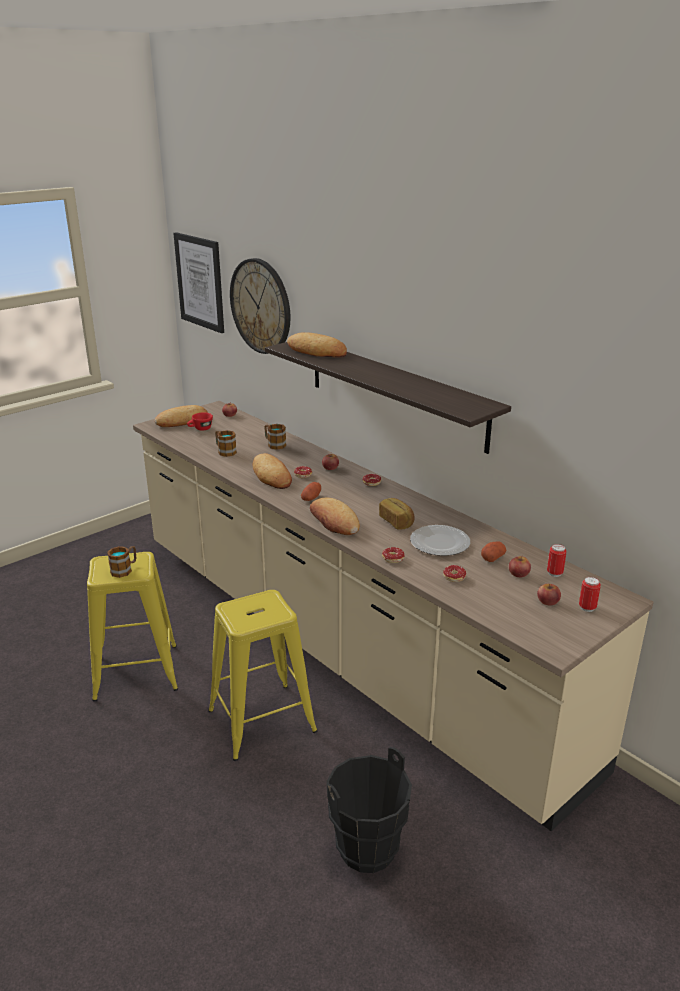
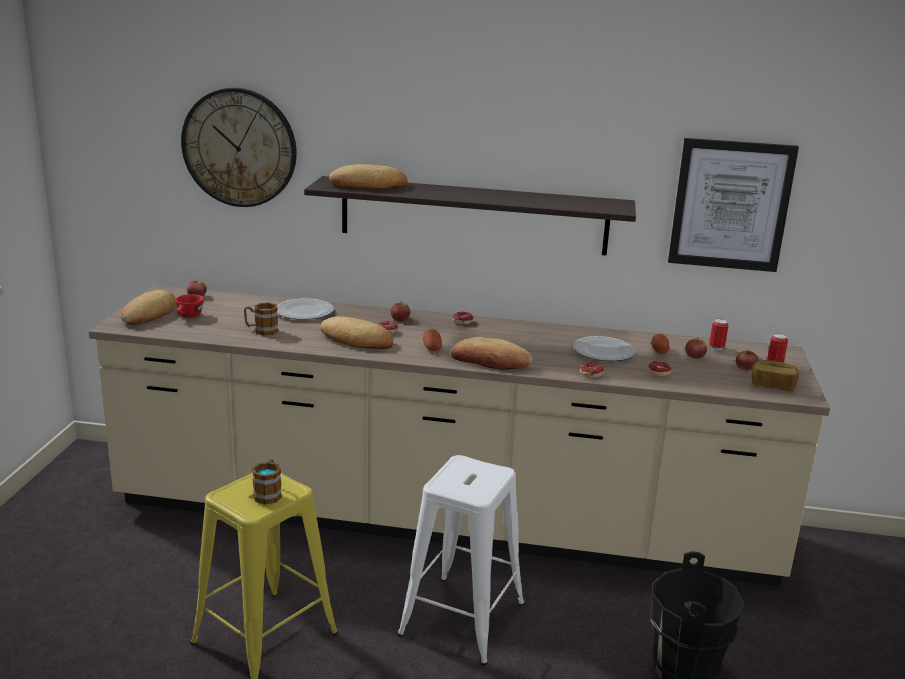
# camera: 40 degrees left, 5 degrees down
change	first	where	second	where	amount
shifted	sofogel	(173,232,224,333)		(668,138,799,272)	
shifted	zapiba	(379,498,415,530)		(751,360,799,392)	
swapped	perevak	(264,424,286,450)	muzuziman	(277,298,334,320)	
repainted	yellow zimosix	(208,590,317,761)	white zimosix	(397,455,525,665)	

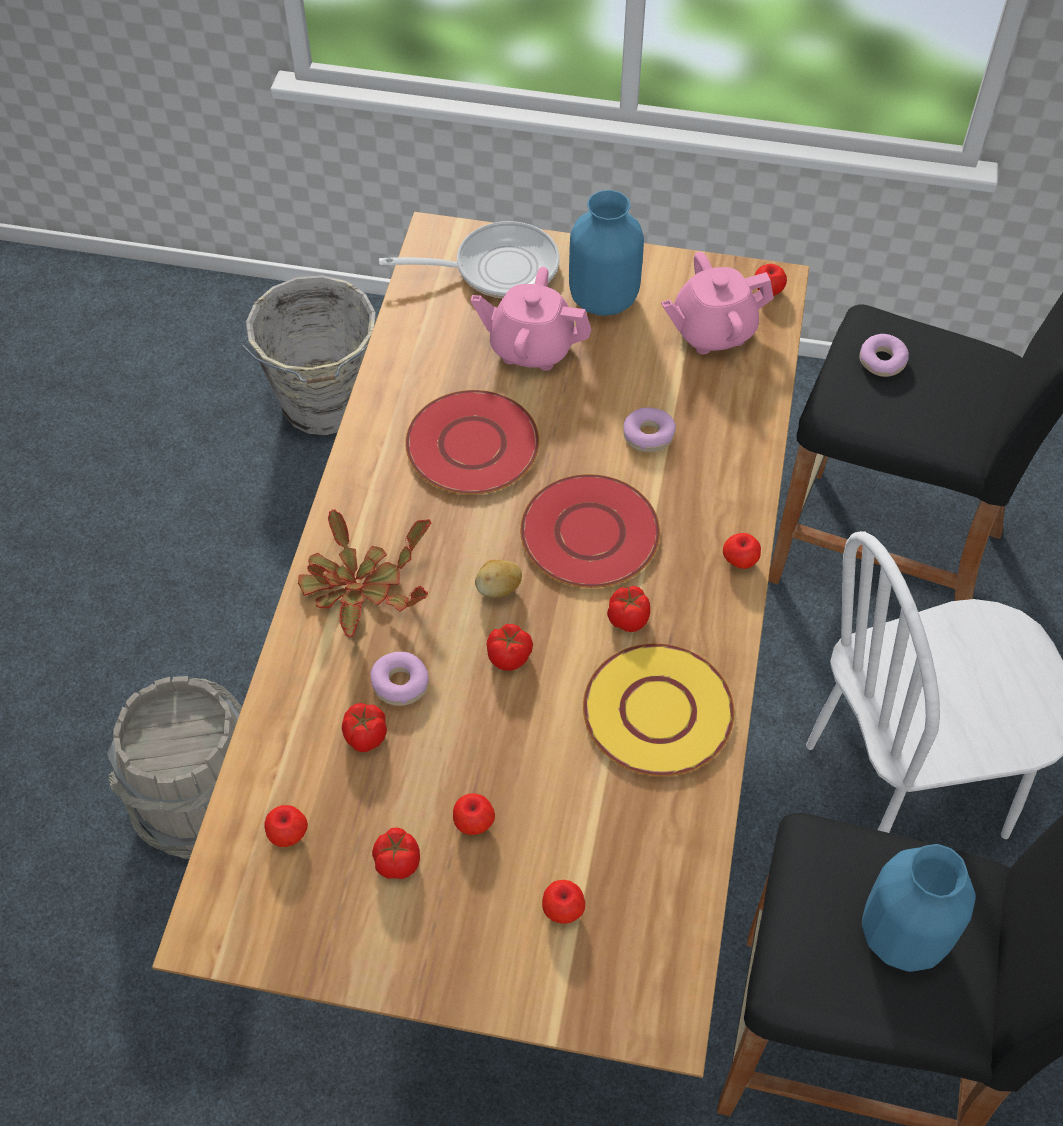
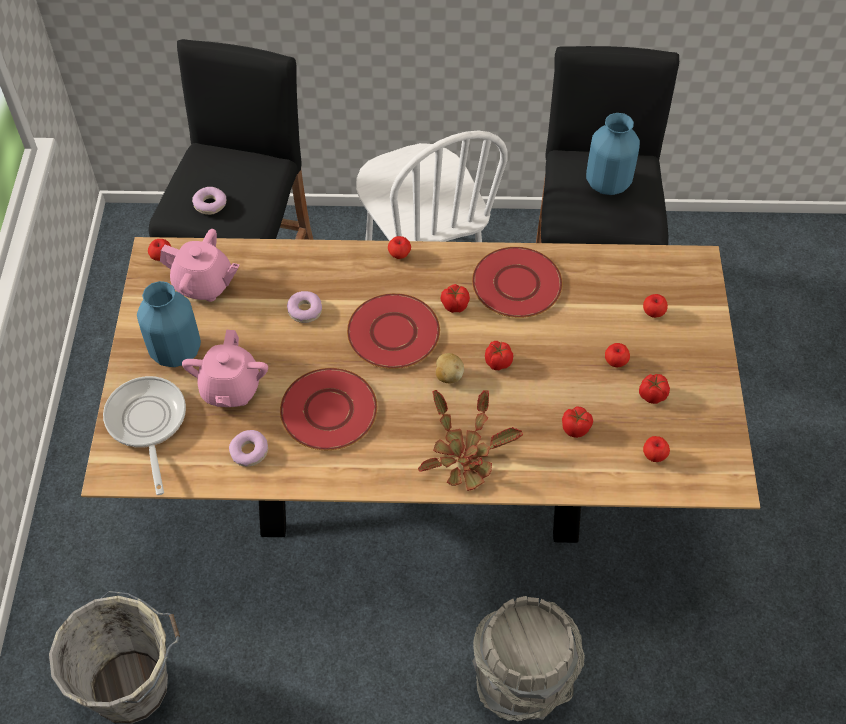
# camera: 100 degrees left, 0 degrees up
change	first	where	second	where	amount
shifted	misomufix	(370,652,429,706)		(229,430,268,467)	
repainted	yellow muzuziman	(583,643,734,776)	red muzuziman	(472,247,563,318)	
rotated	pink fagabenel	(661,252,774,354)		(160,229,239,302)	45 degrees counterclockwise

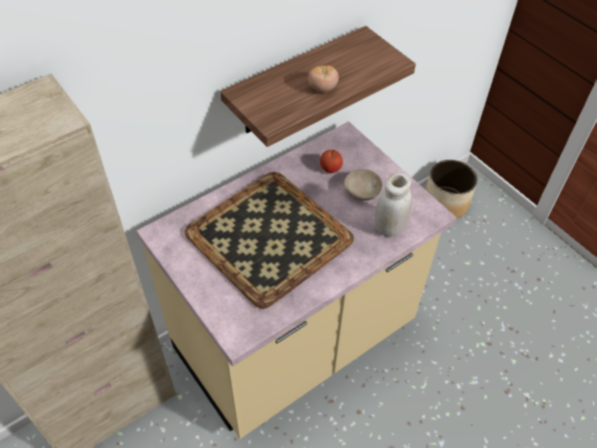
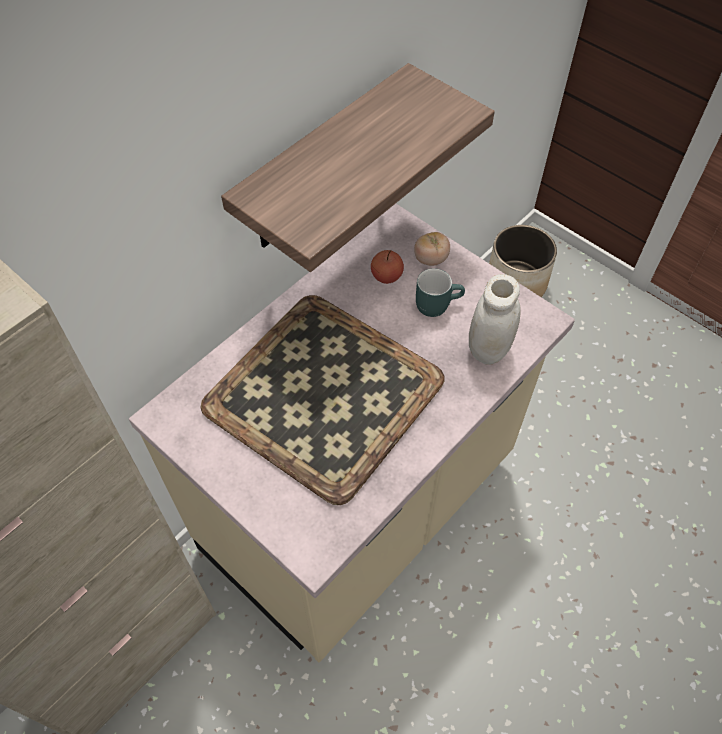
# camera: 10 degrees left, 5 degrees up
change	first	where	second	where	amount
shifted	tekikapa	(308,65,339,92)		(414,232,450,266)	
swapped	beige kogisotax	(344,169,383,201)	turquoise perevak	(416,268,465,317)	

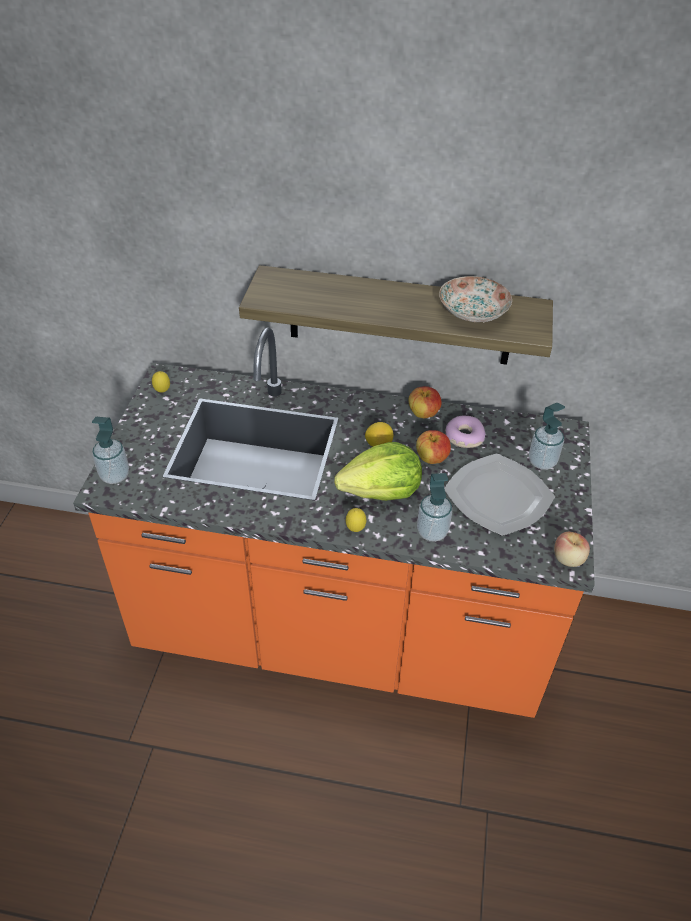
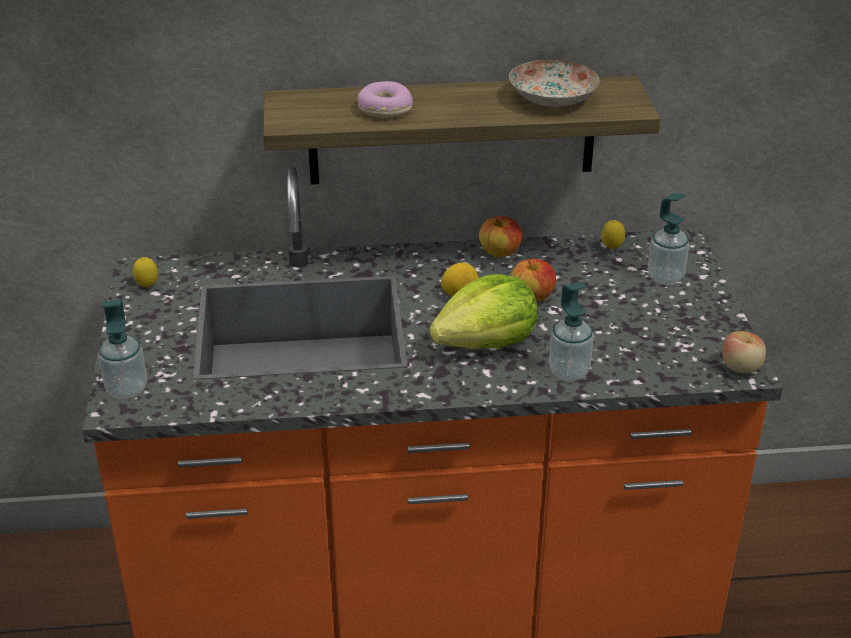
# camera: 15 degrees left, 10 degrees down
change	first	where	second	where	amount
gone	muzuziman	(444,453,555,536)			
shifted	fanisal	(346,508,366,532)		(601,220,625,249)	
shifted	misomufix	(445,416,485,448)		(357,81,413,118)	

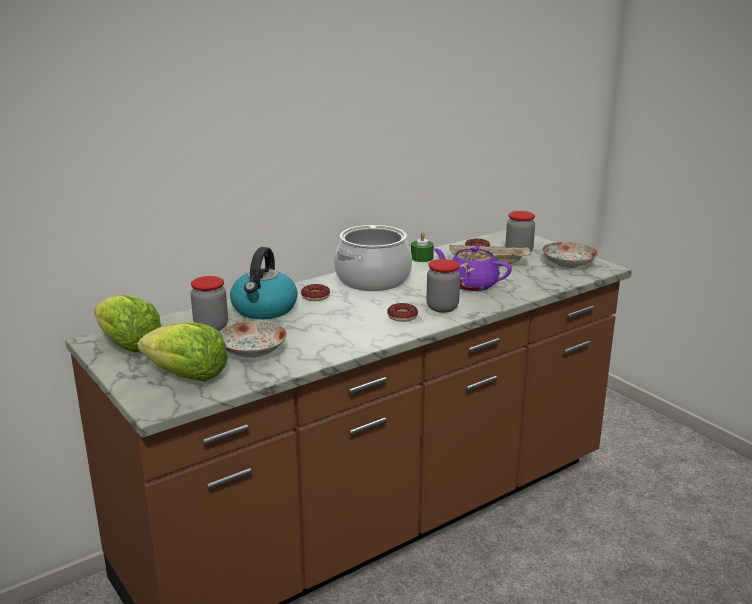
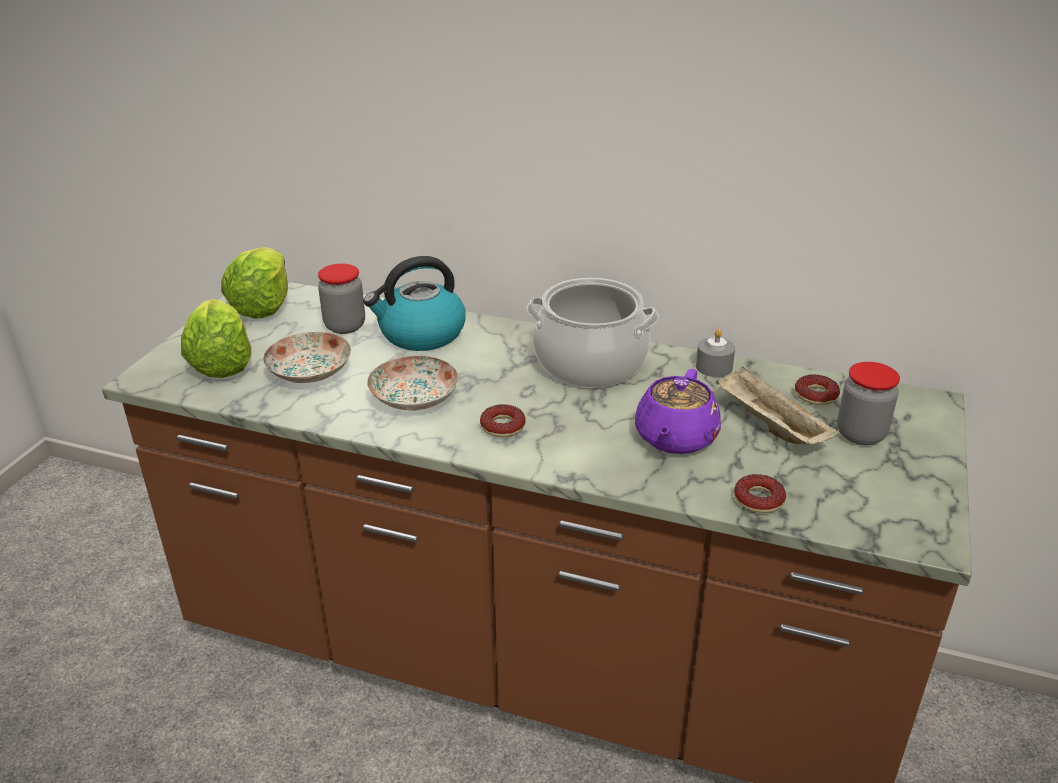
# camera: 55 degrees right, 10 degrees up
change	first	where	second	where	amount
gone	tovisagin	(427,259,460,313)			
shifted	misomufix	(301,284,330,301)		(734,474,786,513)	
shifted	muzuziman	(542,242,598,268)		(367,356,458,411)	
repainted	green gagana	(411,232,434,262)	grey gagana	(696,329,735,377)	
rotated	purple fagabenel	(433,246,512,291)		(635,369,721,454)	150 degrees counterclockwise

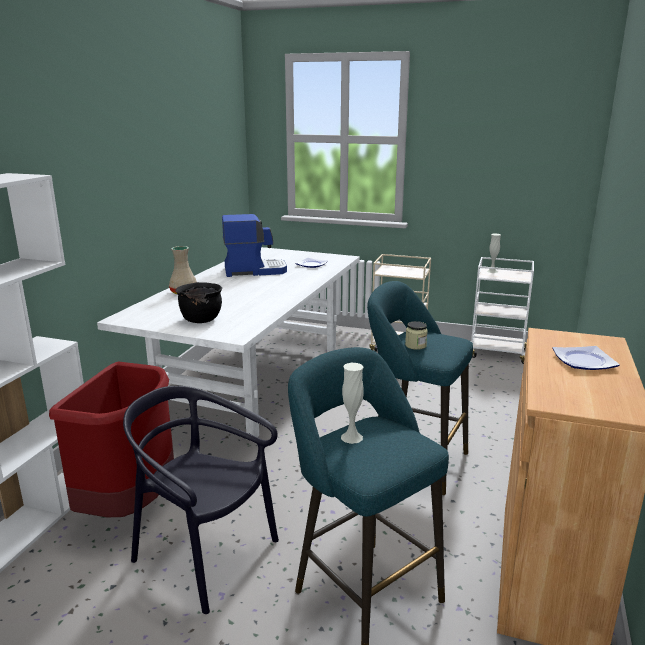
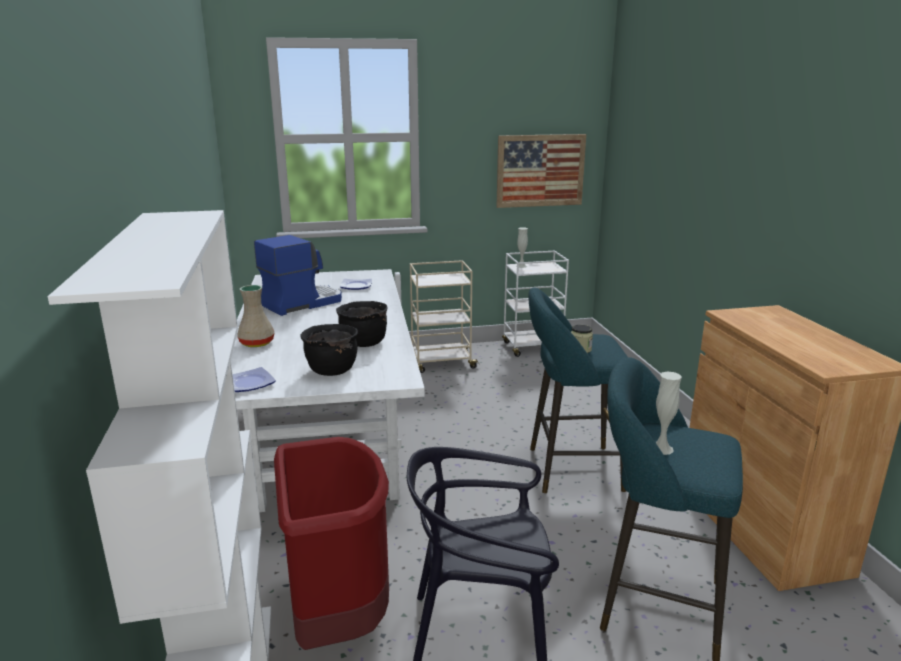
# camera: 30 degrees left, 0 degrees up
change	first	where	second	where	amount
new			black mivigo	(336,301,388,347)	
new			sofogel	(496,134,586,208)	
shifted	muzuziman	(552,346,620,370)		(232,367,276,392)	

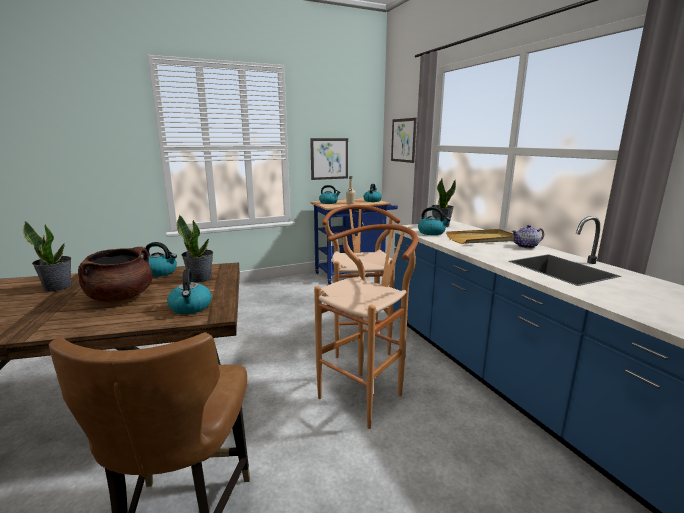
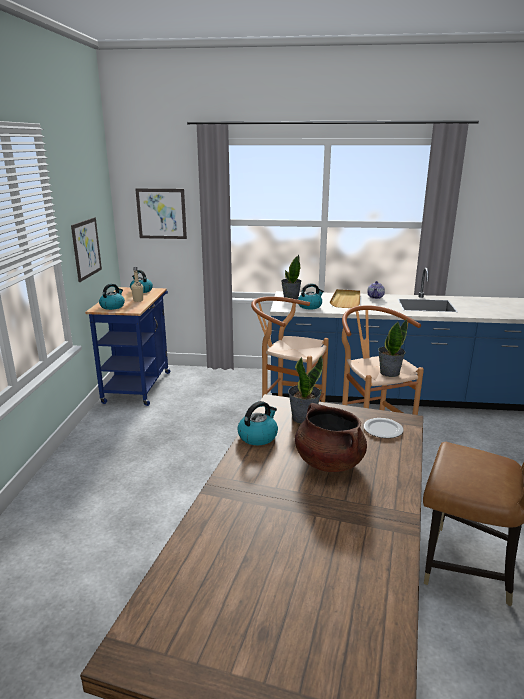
# camera: 60 degrees left, 5 degrees up
change	first	where	second	where	amount
shifted	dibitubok	(23,221,71,292)		(378,319,408,377)	
swapped	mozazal	(167,269,212,314)	muzuziman	(364,418,403,438)	

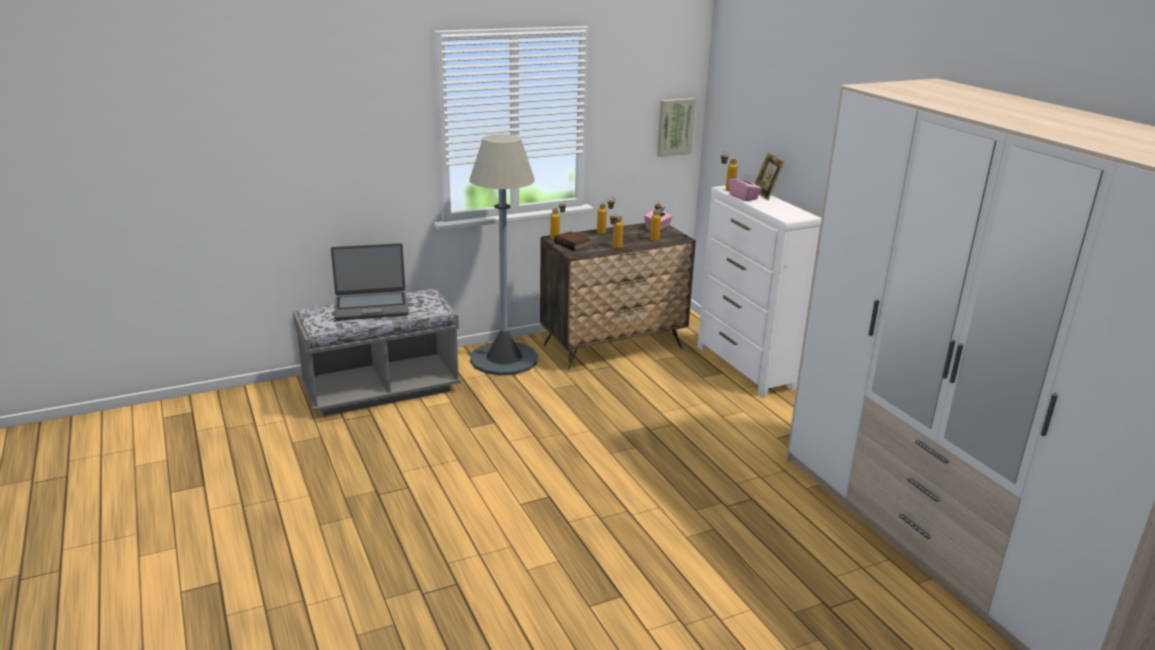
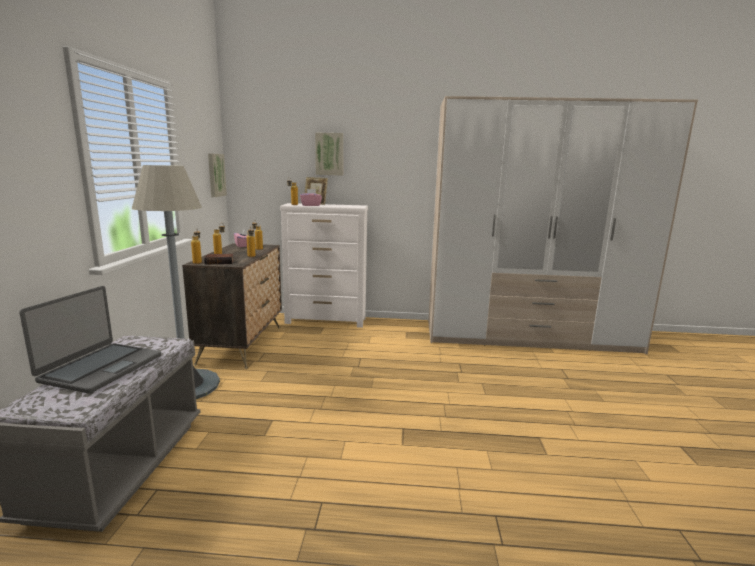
# camera: 60 degrees left, 10 degrees down
change	first	where	second	where	amount
new			sofogel	(315,132,343,175)	

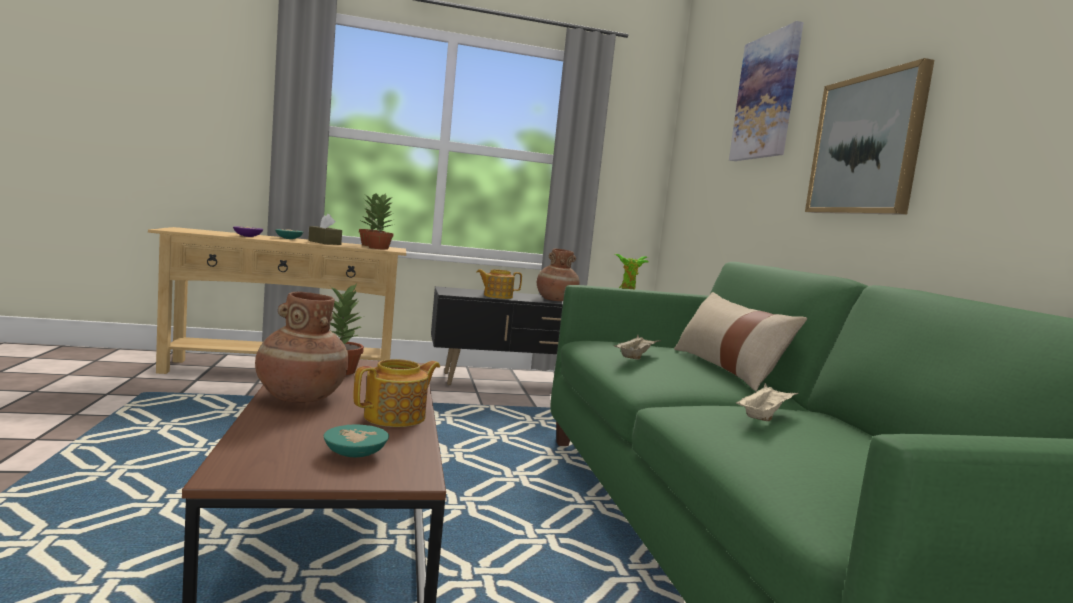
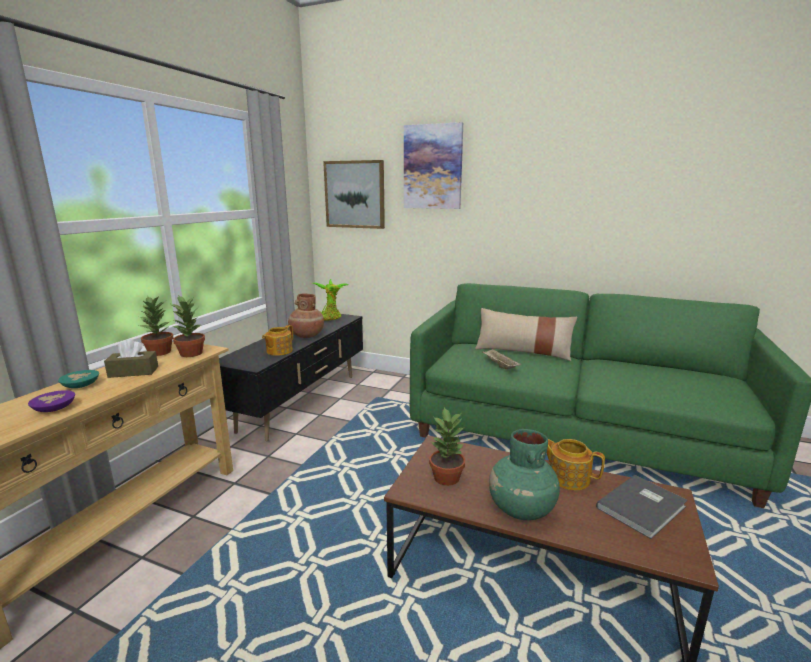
# camera: 55 degrees left, 10 degrees up
change	first	where	second	where	amount
gone	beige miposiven	(736,383,799,421)			
shifted	sofogel	(805,58,934,215)		(323,160,385,229)	
swapped	turquoise kogisotax	(324,425,389,457)	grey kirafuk	(596,475,688,539)	
repainted	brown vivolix	(255,292,349,403)	green vivolix	(489,429,560,520)	
rotated	fagabenel	(354,359,440,427)		(547,439,605,490)	45 degrees counterclockwise

